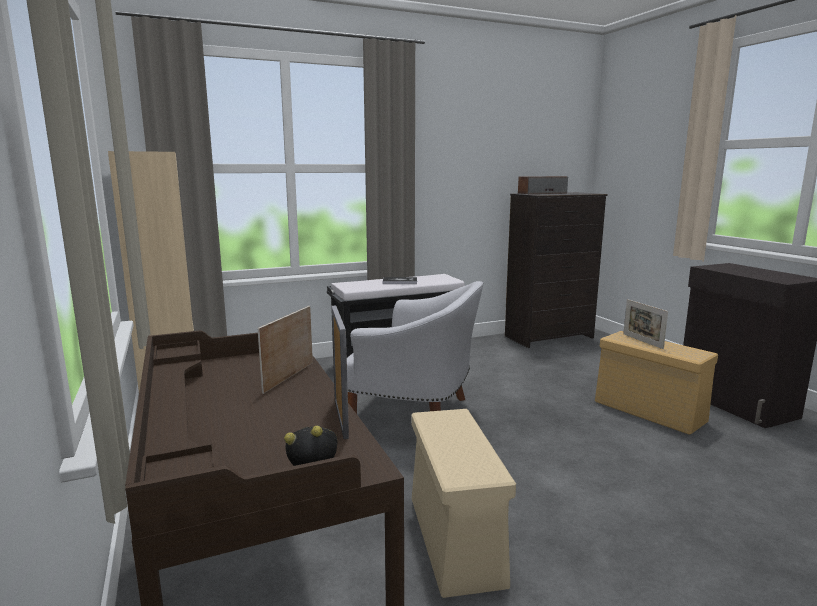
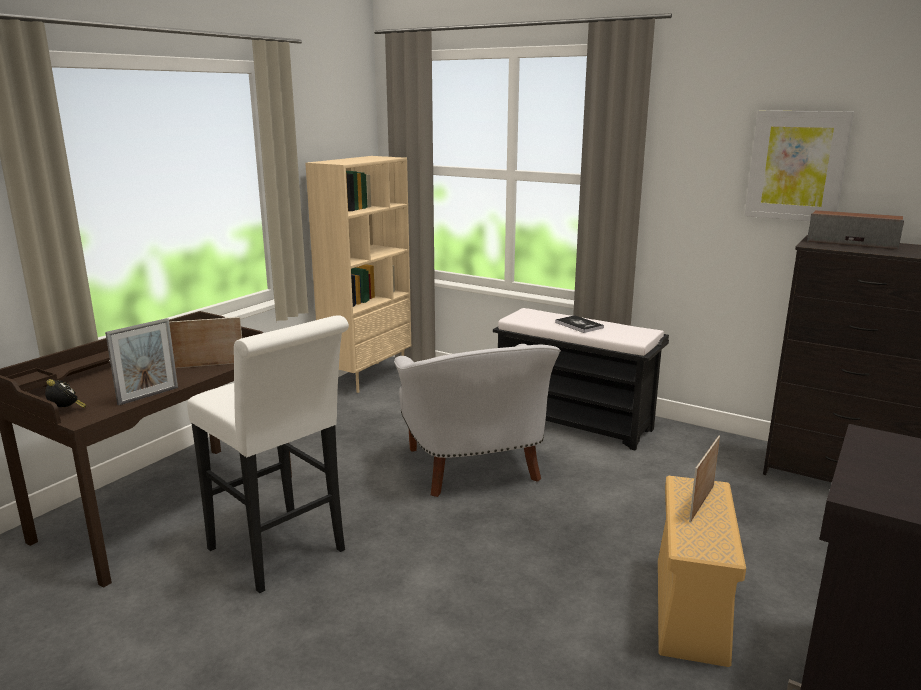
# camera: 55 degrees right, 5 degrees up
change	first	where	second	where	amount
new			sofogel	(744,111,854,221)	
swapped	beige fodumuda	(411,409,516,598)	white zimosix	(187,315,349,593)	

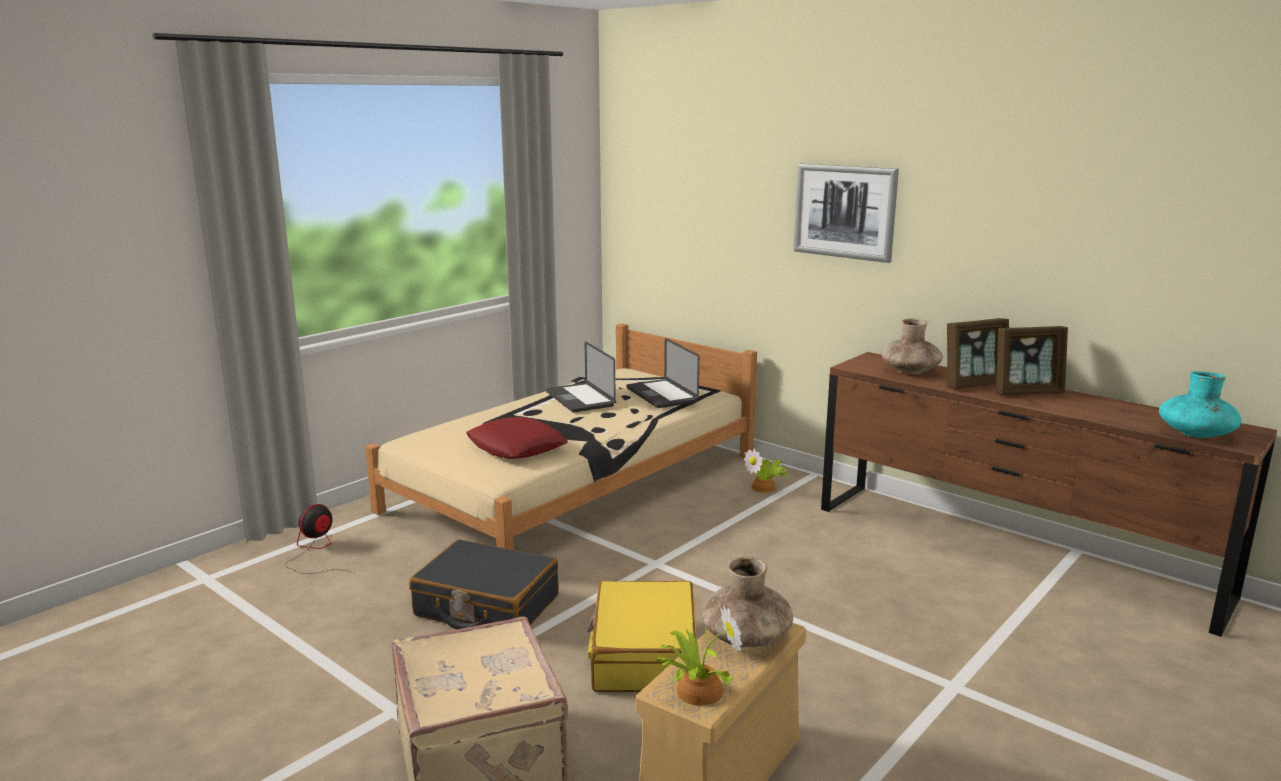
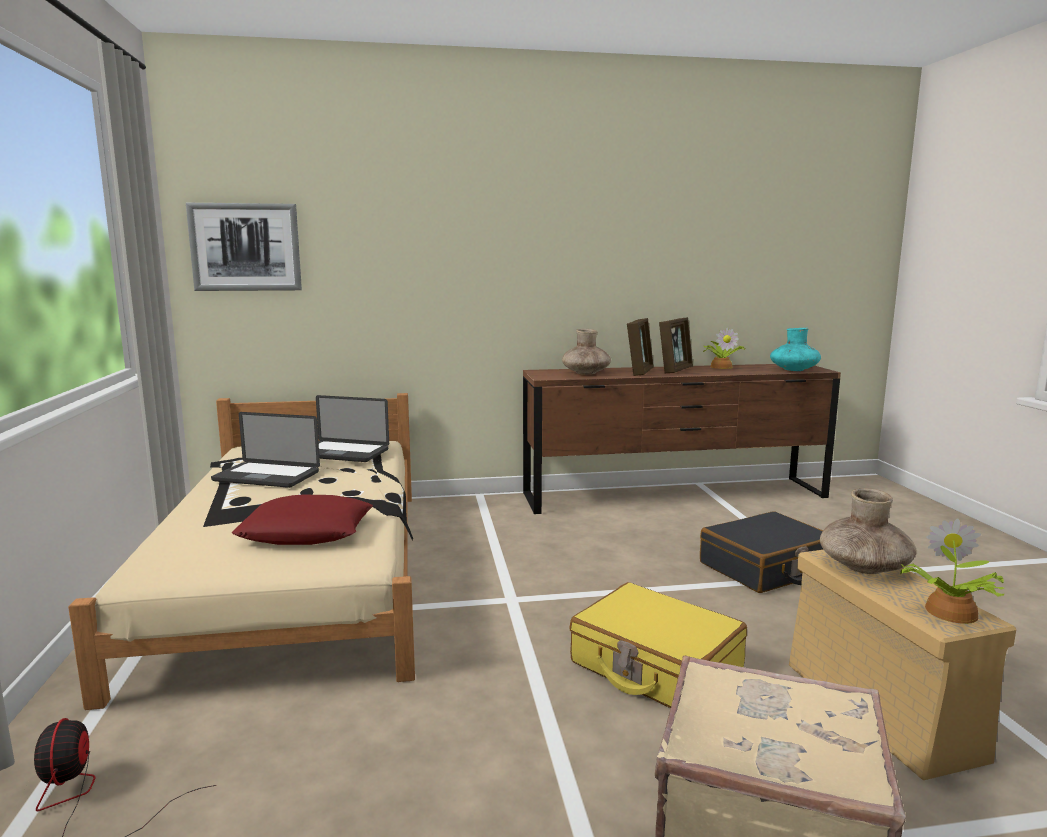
# camera: 50 degrees left, 5 degrees down
change	first	where	second	where	amount
shifted	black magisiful	(409,539,559,630)		(700,511,824,593)	
shifted	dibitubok	(744,448,789,493)		(703,327,746,369)	
shifted	sofogel	(794,164,899,263)		(186,203,302,291)	

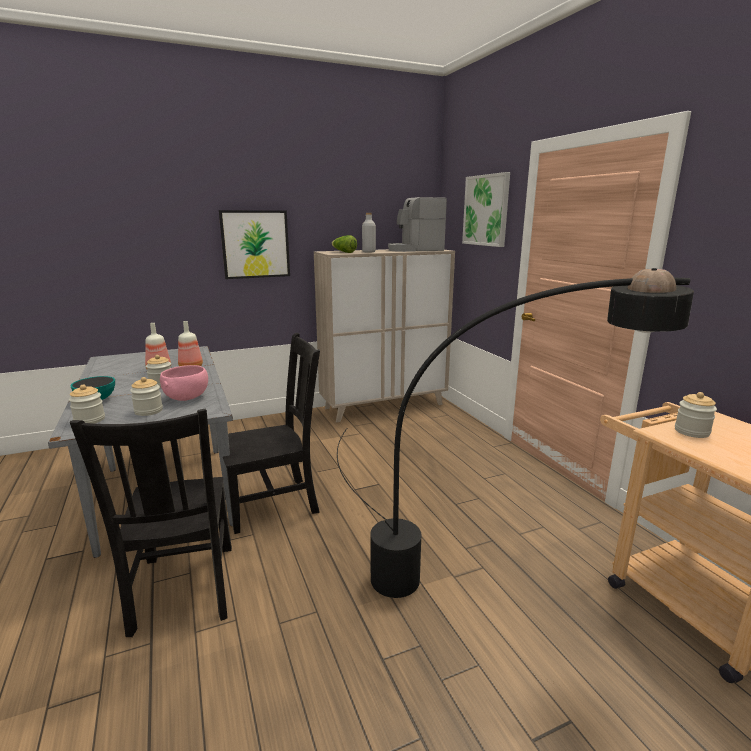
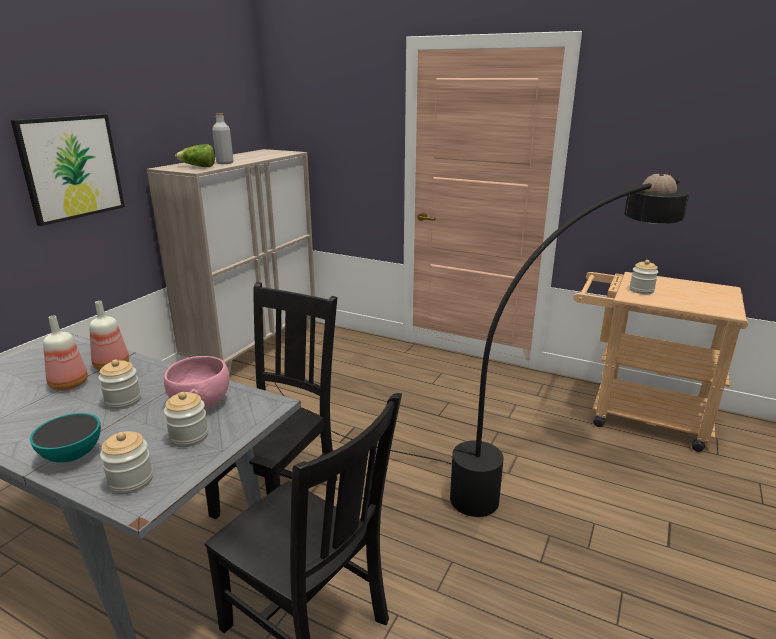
# camera: 40 degrees left, 5 degrees up
change	first	where	second	where	amount
gone	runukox	(388,197,447,252)			
gone	sofogel	(462,172,510,247)			

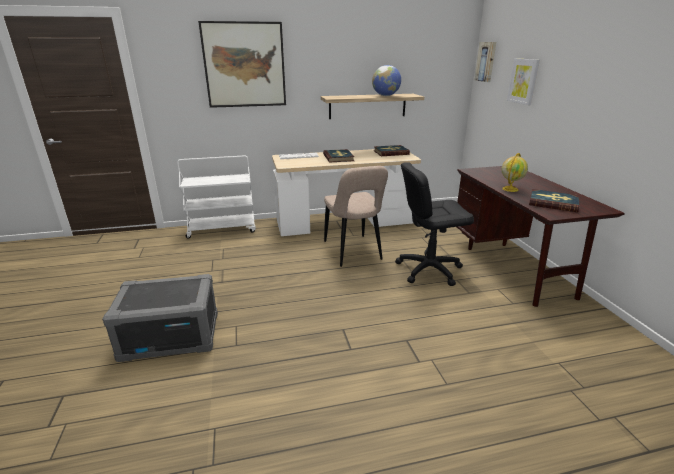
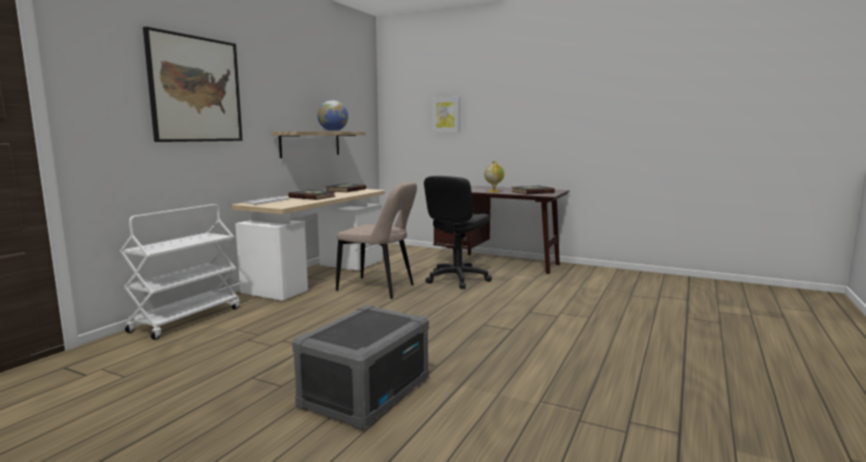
# camera: 50 degrees left, 15 degrees down
change	first	where	second	where	amount
gone	sofogel	(474,42,496,82)			

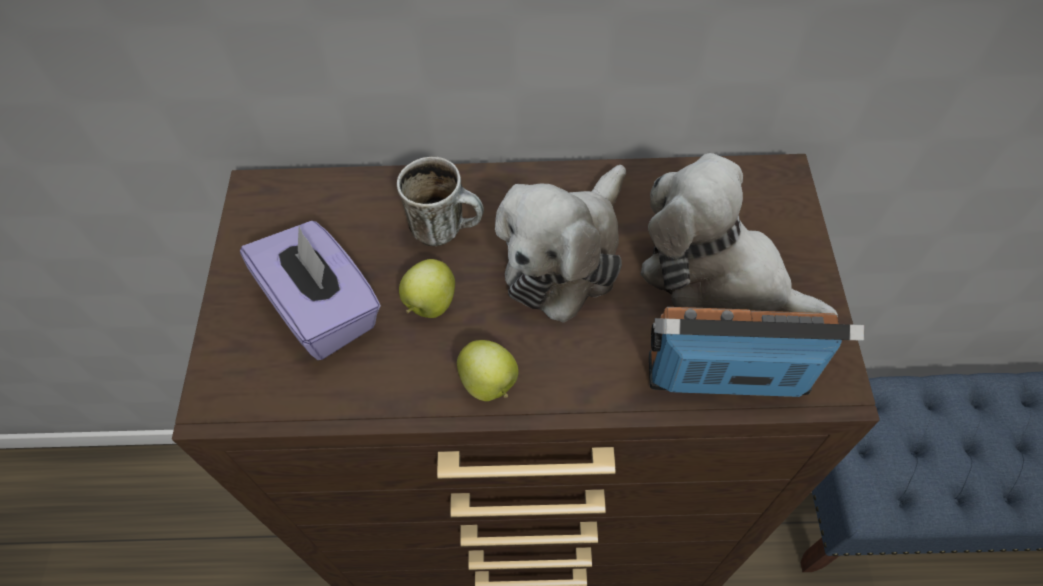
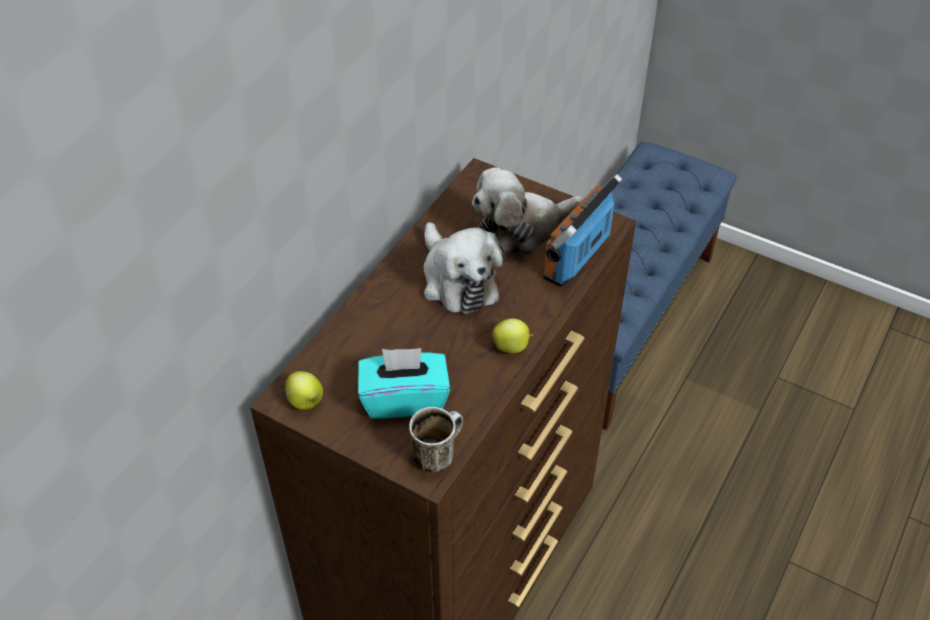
# camera: 60 degrees left, 10 degrees down
change	first	where	second	where	amount
shifted	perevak	(397,157,484,246)		(409,407,463,472)	
shifted	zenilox	(399,259,455,318)		(285,371,323,409)	
repainted	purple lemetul	(240,221,381,360)	turquoise lemetul	(358,348,450,419)	

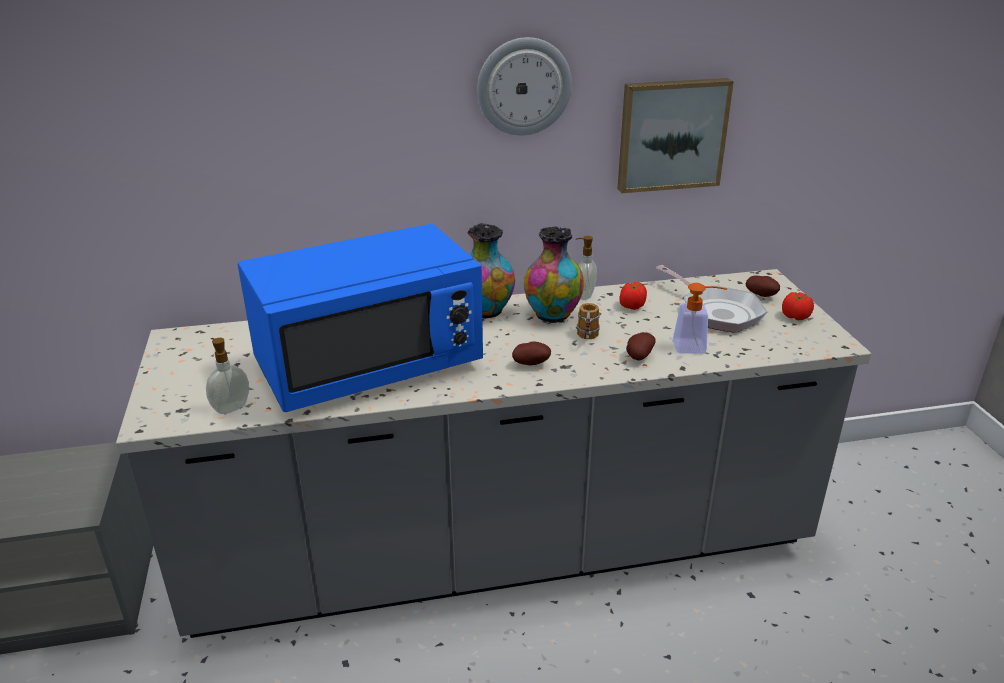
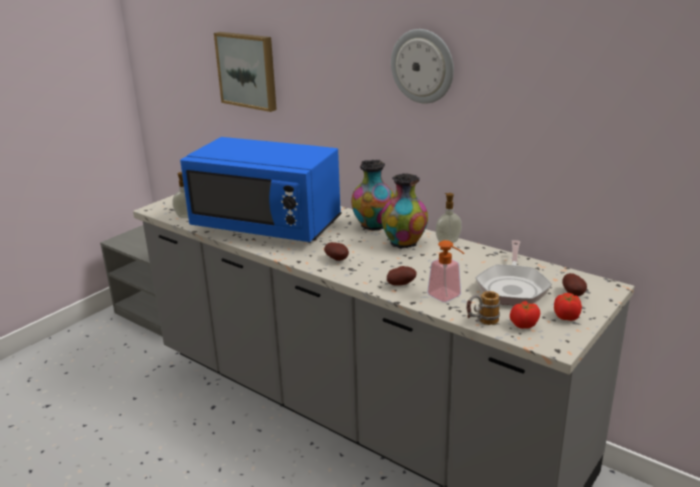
# camera: 50 degrees right, 5 degrees down
change	first	where	second	where	amount
shifted	perevak	(577,303,600,339)		(467,291,500,325)	
shifted	sofogel	(617,78,734,193)		(214,32,277,112)	
shifted	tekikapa	(619,282,647,310)		(510,301,540,329)	

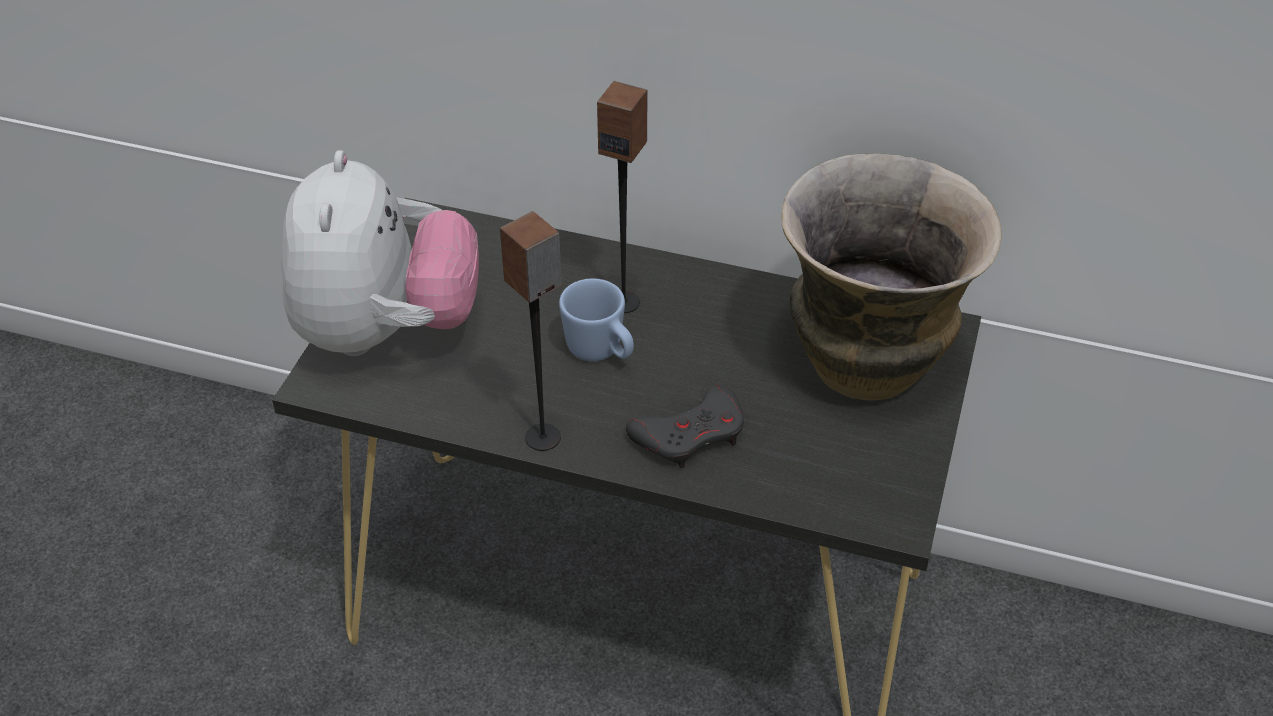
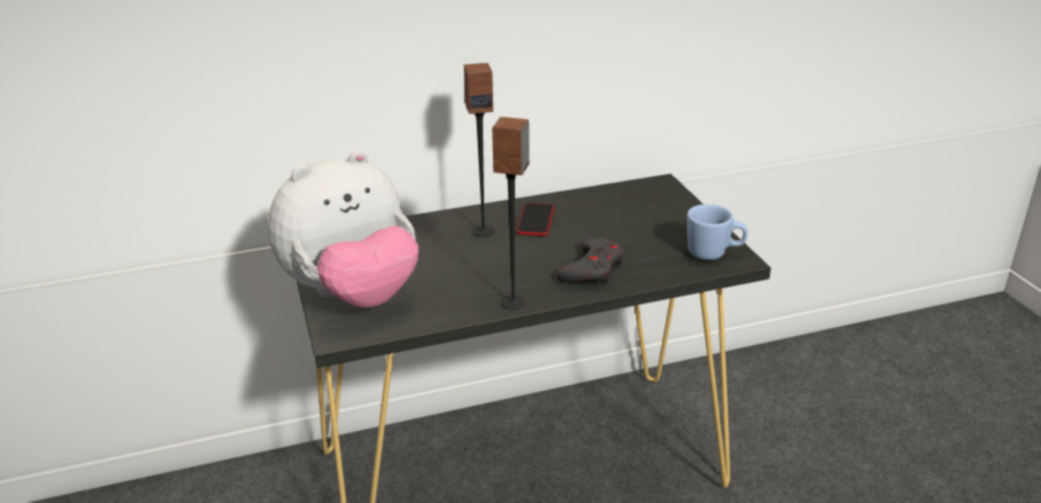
# camera: 35 degrees left, 15 degrees down
change	first	where	second	where	amount
gone	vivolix	(781,153,1002,400)			
new			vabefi	(516,203,554,236)	
shifted	blue perevak	(559,278,634,361)		(687,204,748,260)	
rotated	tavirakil	(281,150,479,356)		(268,150,418,308)	90 degrees clockwise

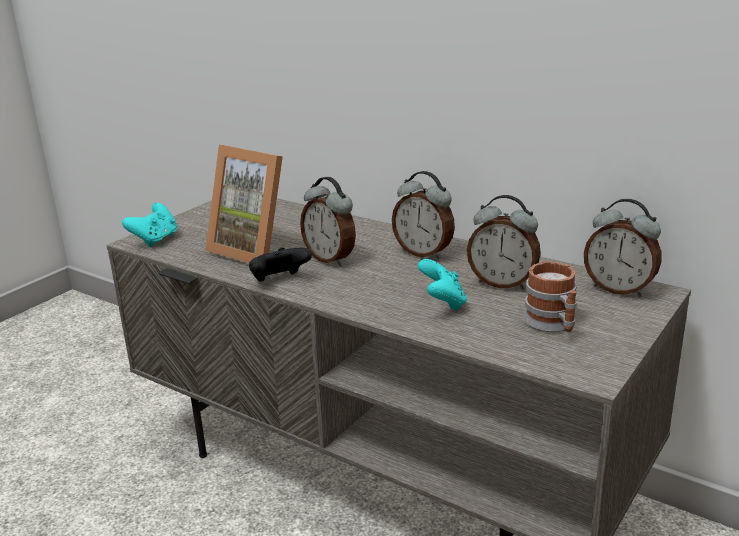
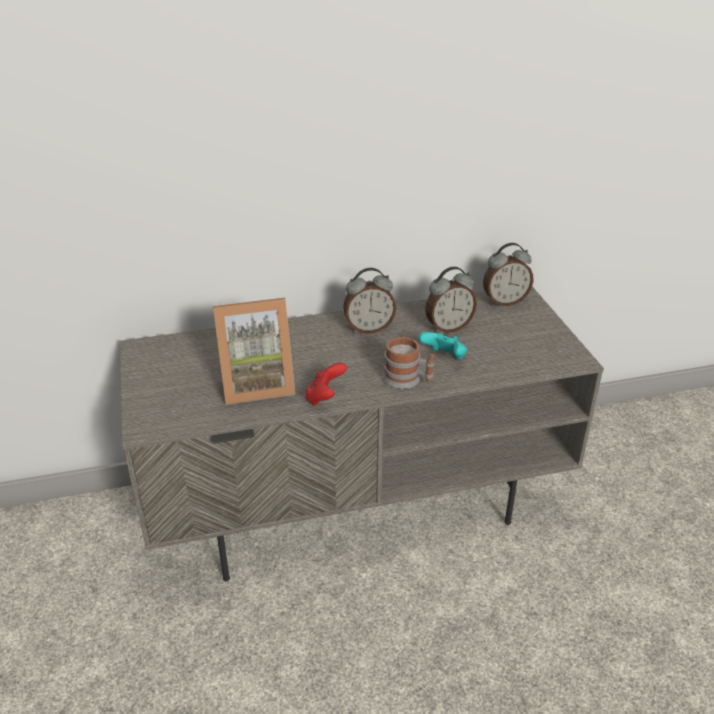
# camera: 50 degrees left, 10 degrees up
change	first	where	second	where	amount
gone	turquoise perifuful	(122,203,177,247)			
gone	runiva	(300,177,356,266)			
shifted	perevak	(523,261,577,332)		(383,336,434,389)	
repainted	black perifuful	(249,247,312,282)	red perifuful	(306,362,347,405)	

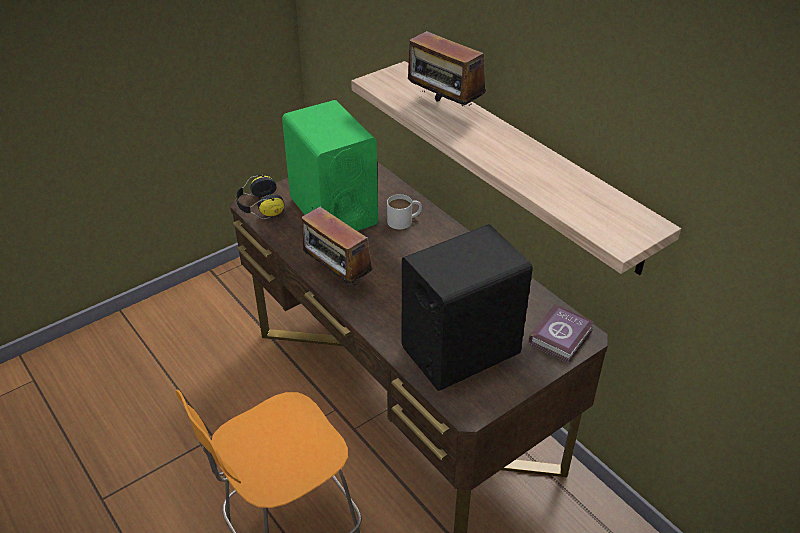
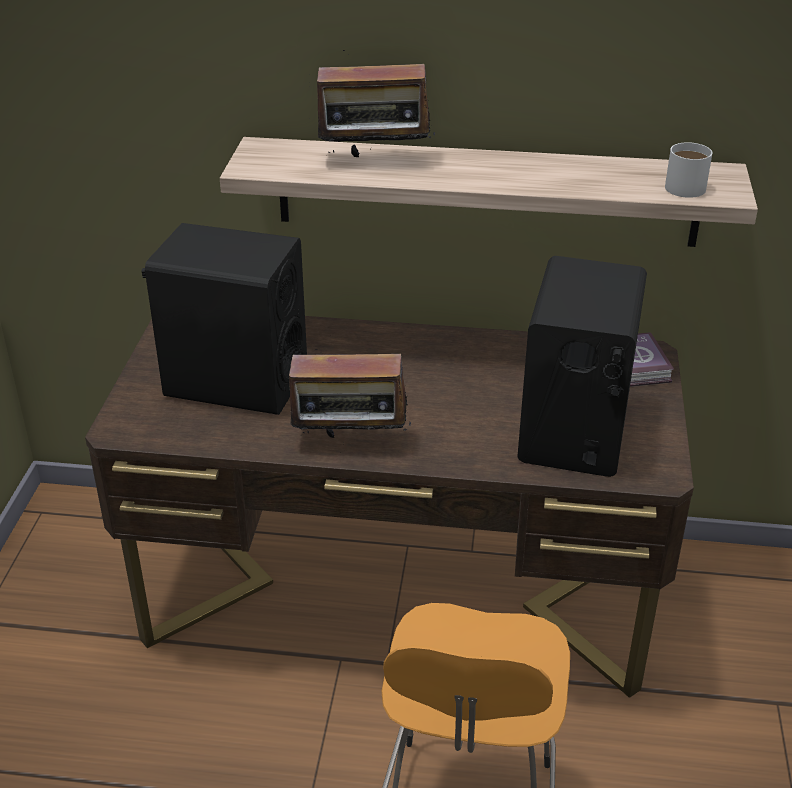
# camera: 45 degrees left, 5 degrees down
change	first	where	second	where	amount
gone	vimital	(236,174,284,219)			
shifted	white perevak	(387,194,422,229)		(665,142,712,198)	
repainted	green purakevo	(282,100,378,231)	black purakevo	(141,223,307,415)	

